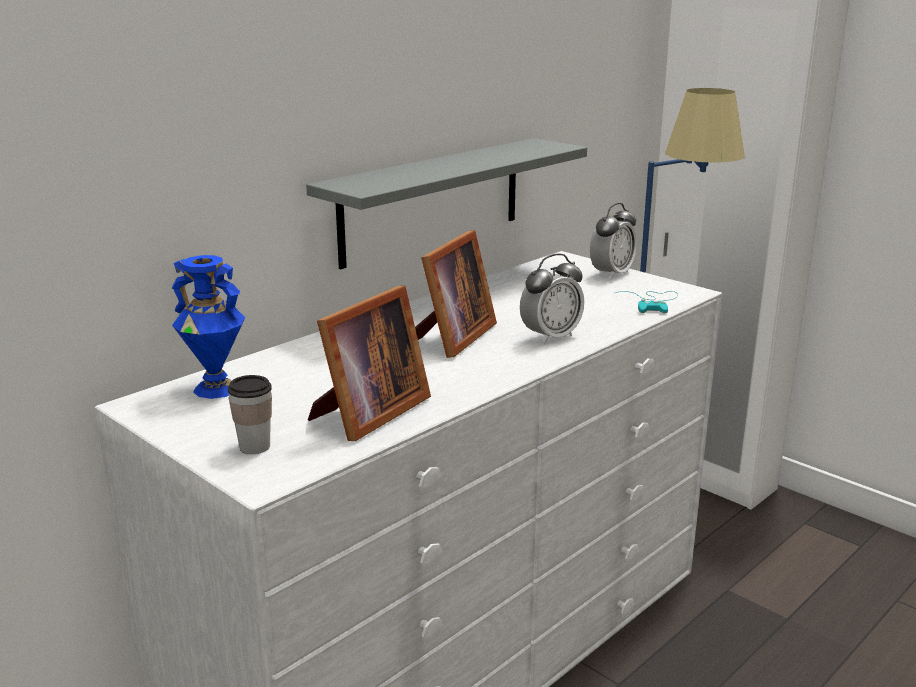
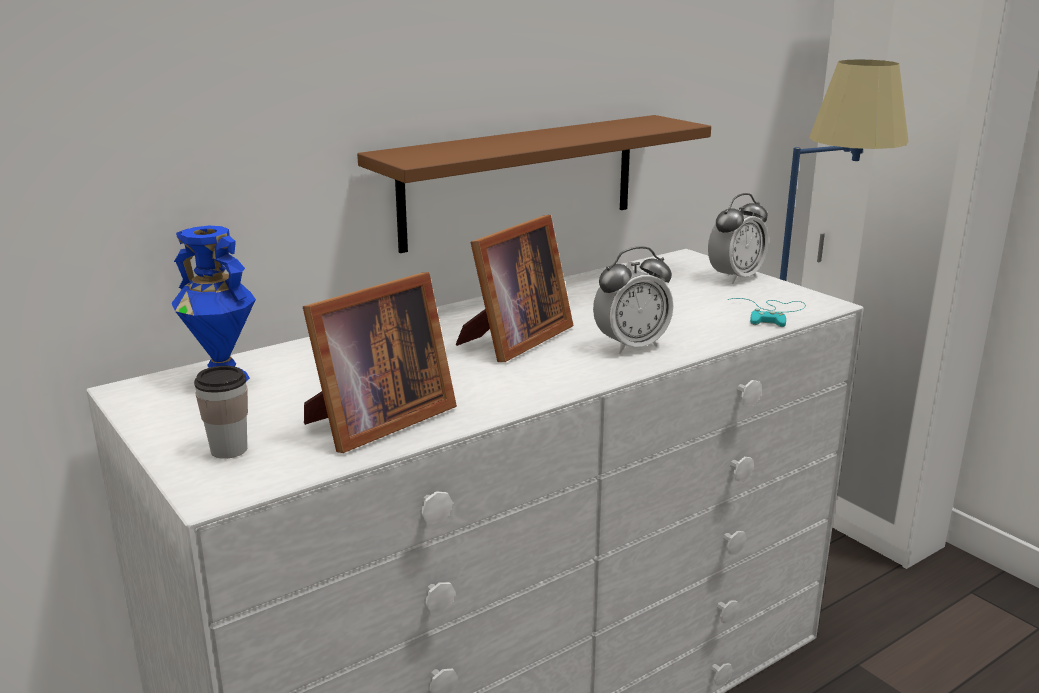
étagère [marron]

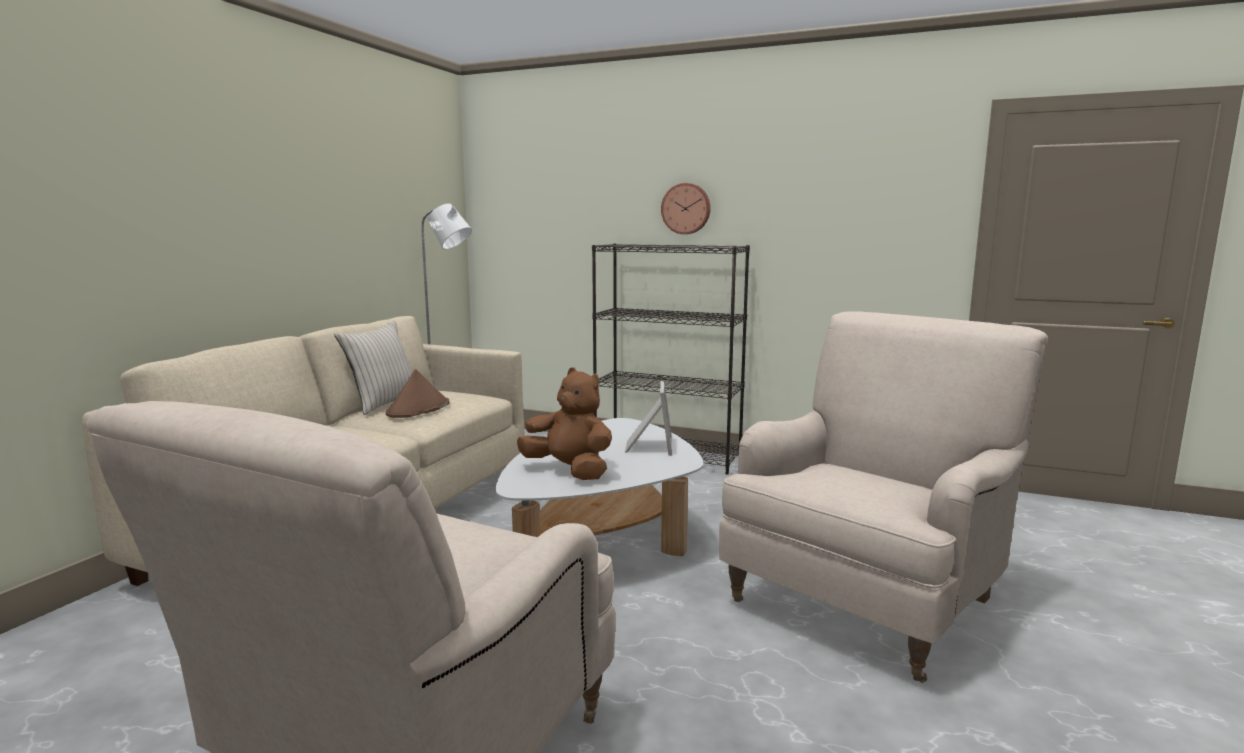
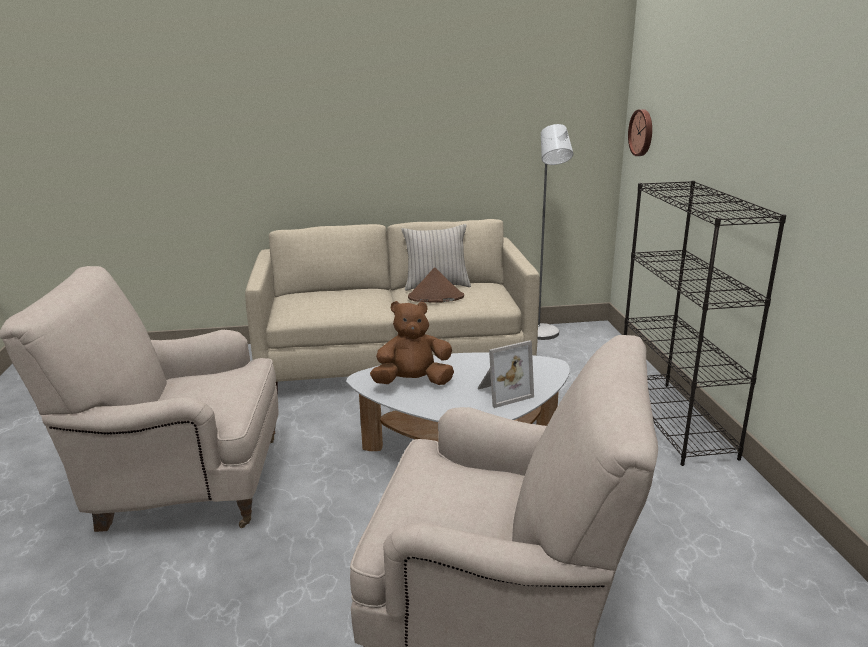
horloge murale; peluche [marron]

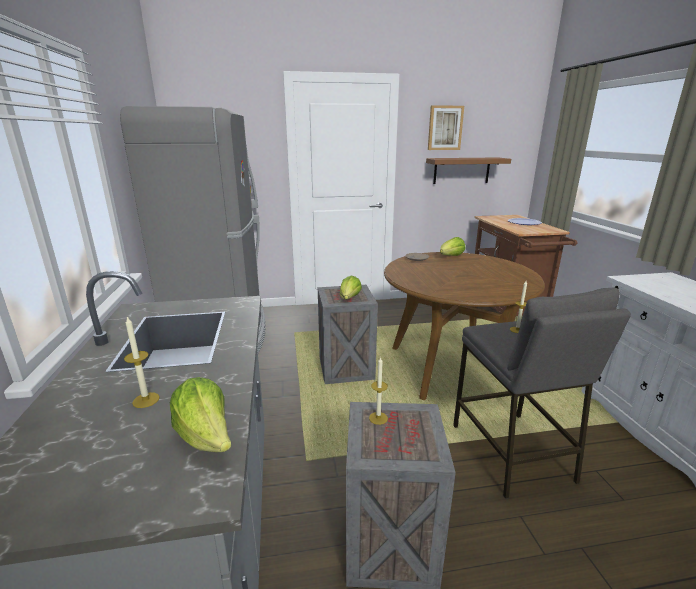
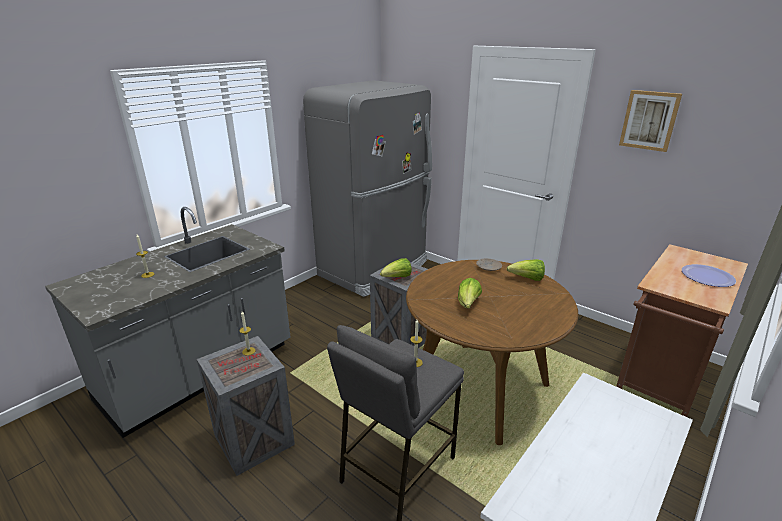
étagère [marron]; laitue (2nd from left)

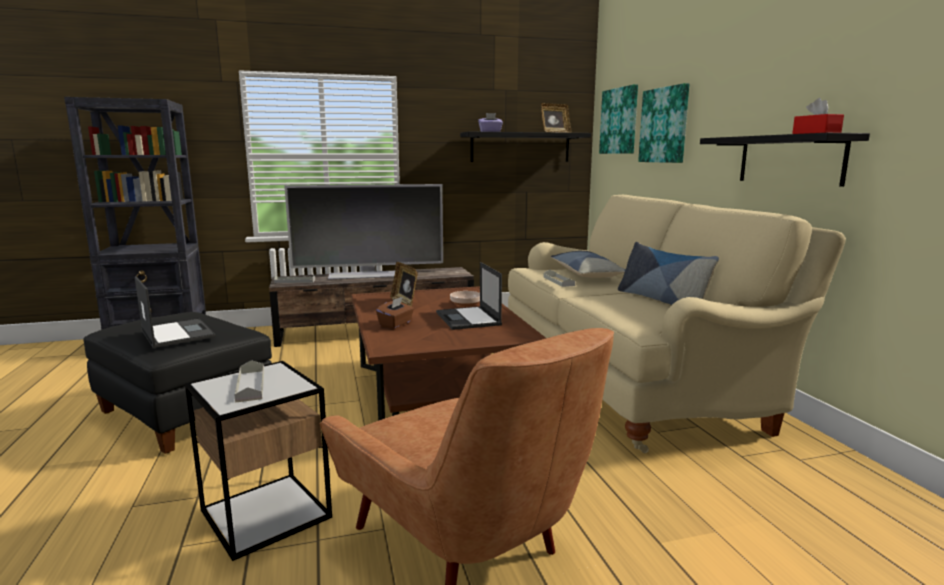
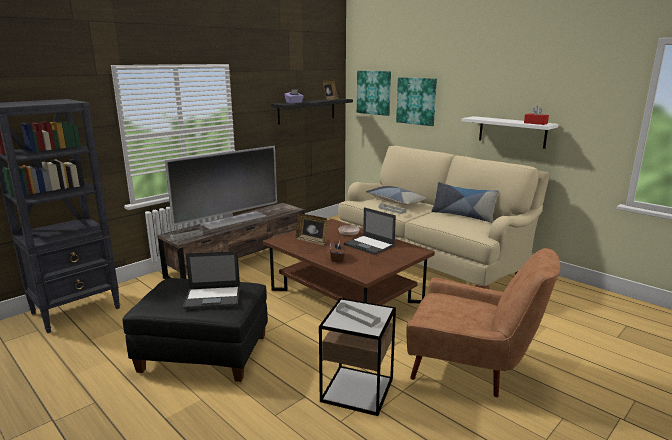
étagère [blanc]; ordinateur portable (1st from left)

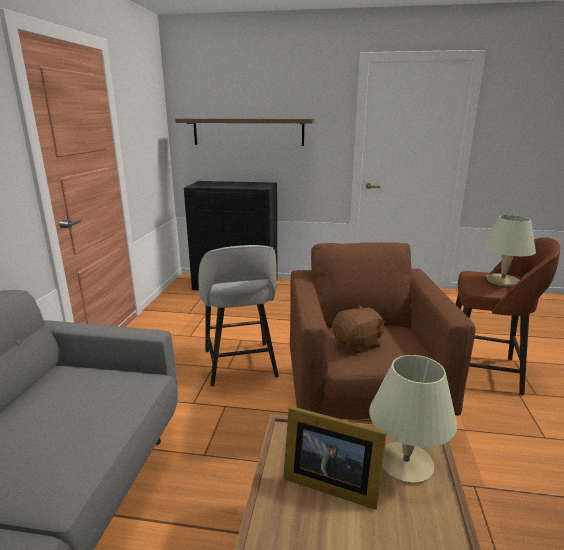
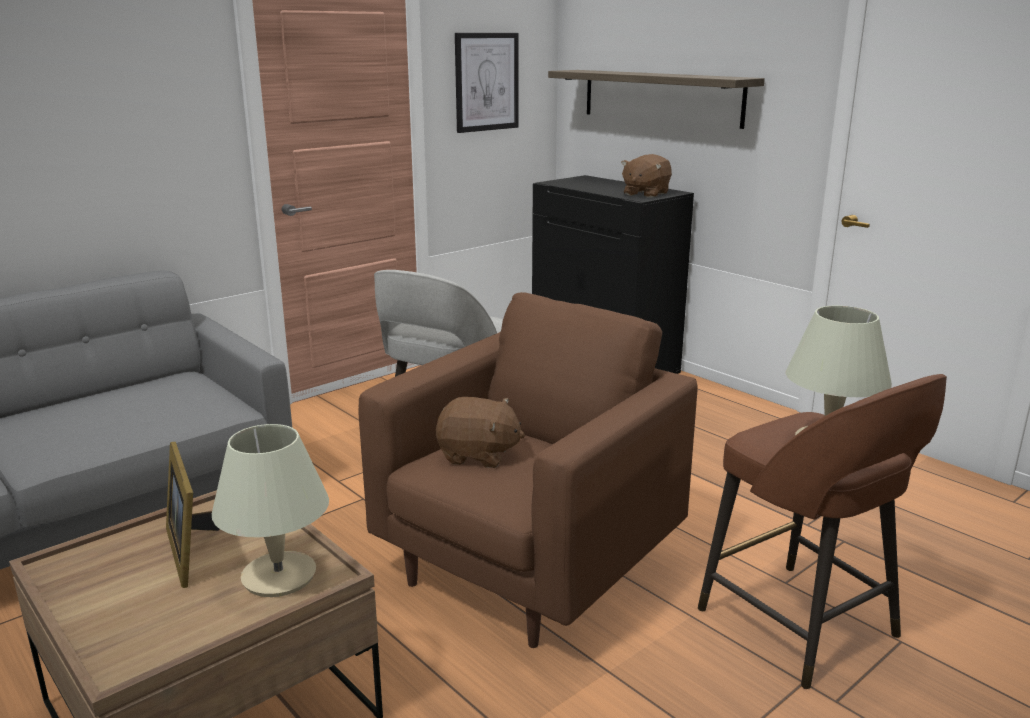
tableau; peluche [marron] (2nd from left)

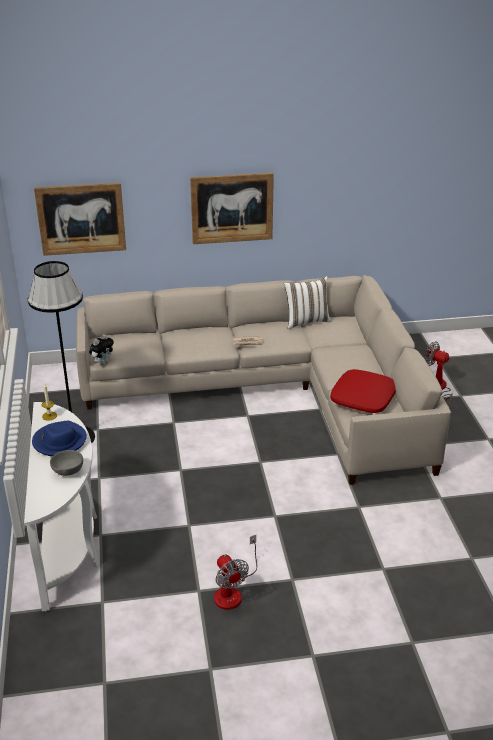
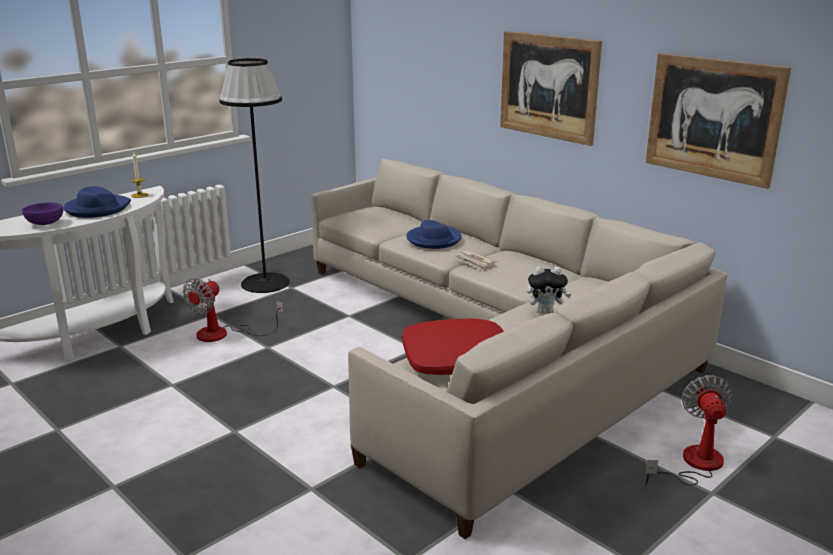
tableau (2nd from left); coussin [blanc]; peluche; bol [violet]; ventilateur (1st from left); chapeau [bleu] (2nd from left)

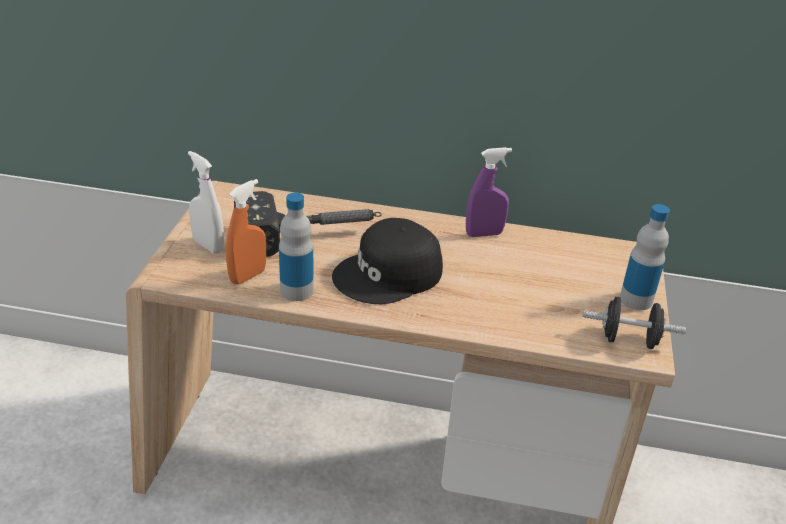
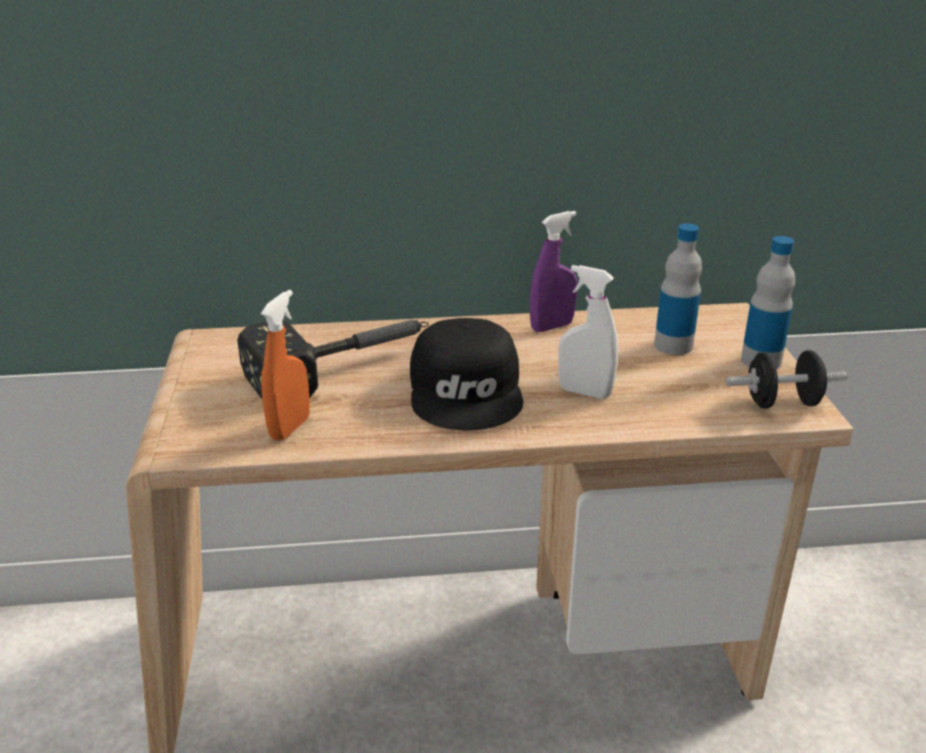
vaporisateur [blanc]; bouteille (1st from left); casquette [noir]

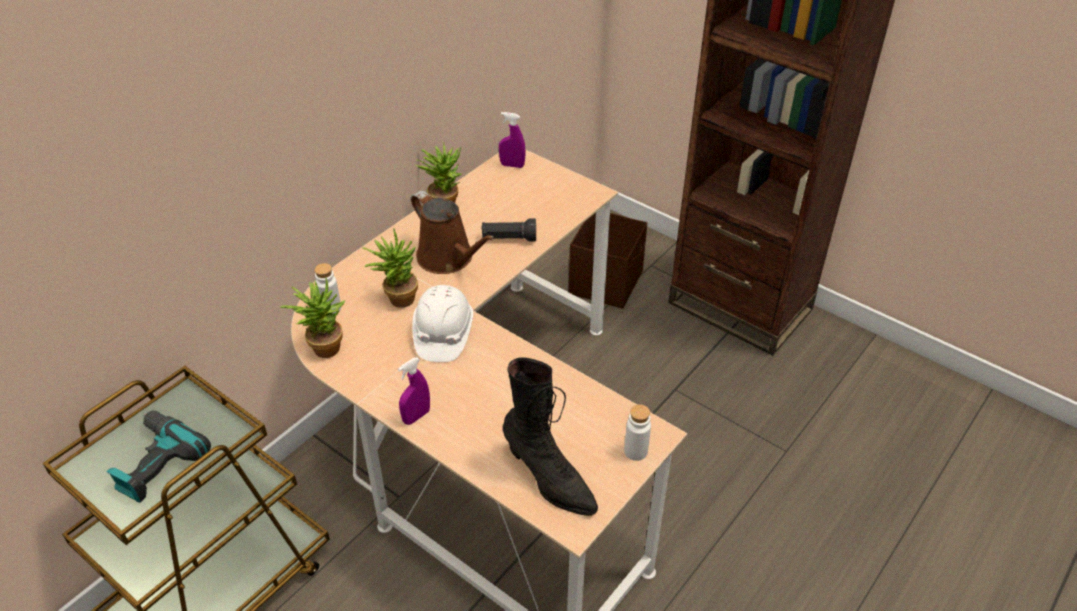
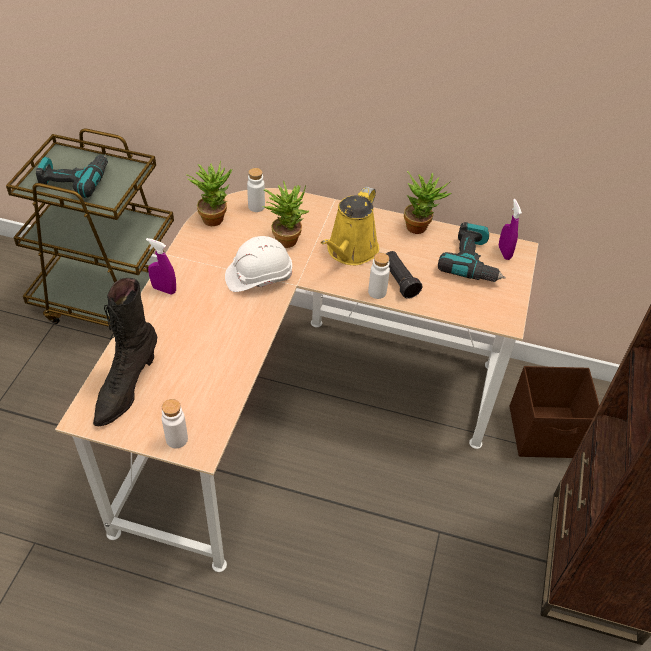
arrosoir [jaune]; perceuse (2nd from left); bouteille [blanc] (3rd from left)

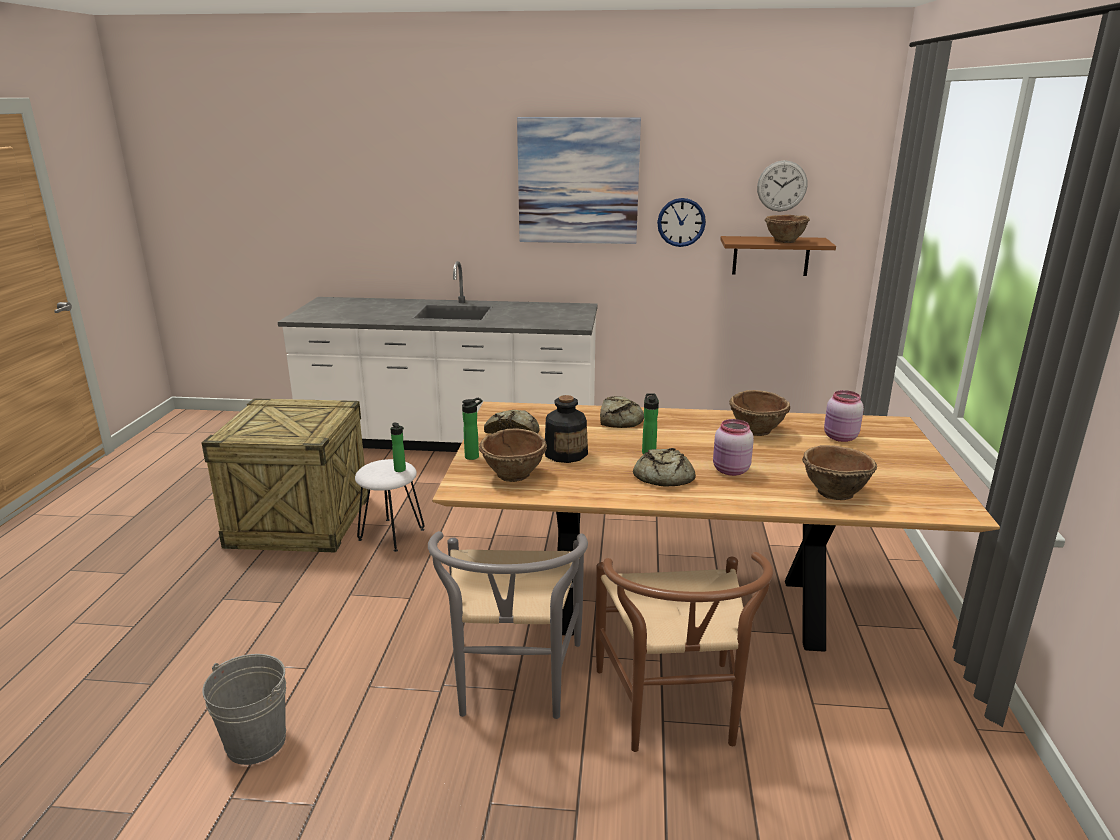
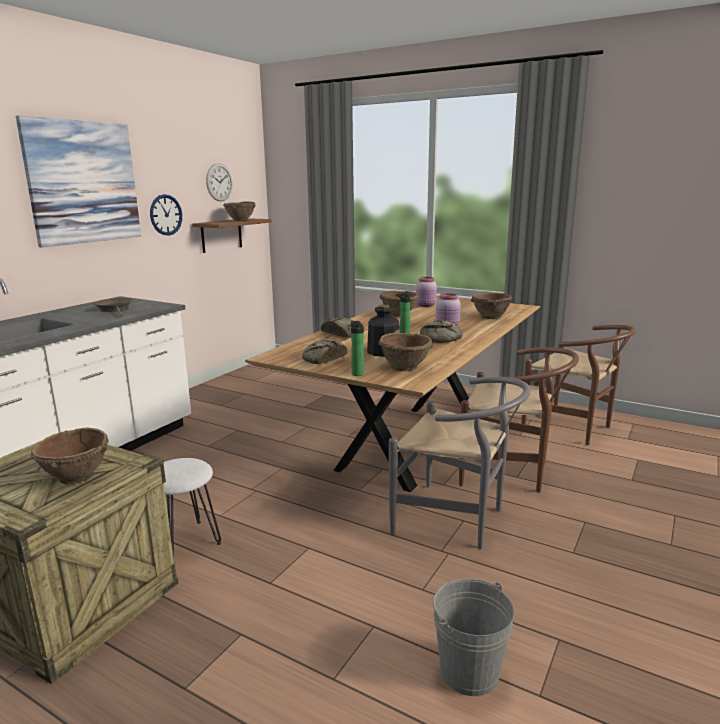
bouteille (1st from left in the first image); poêle [marron]; chaise [marron] (2nd from left); bol [marron] (1st from left)

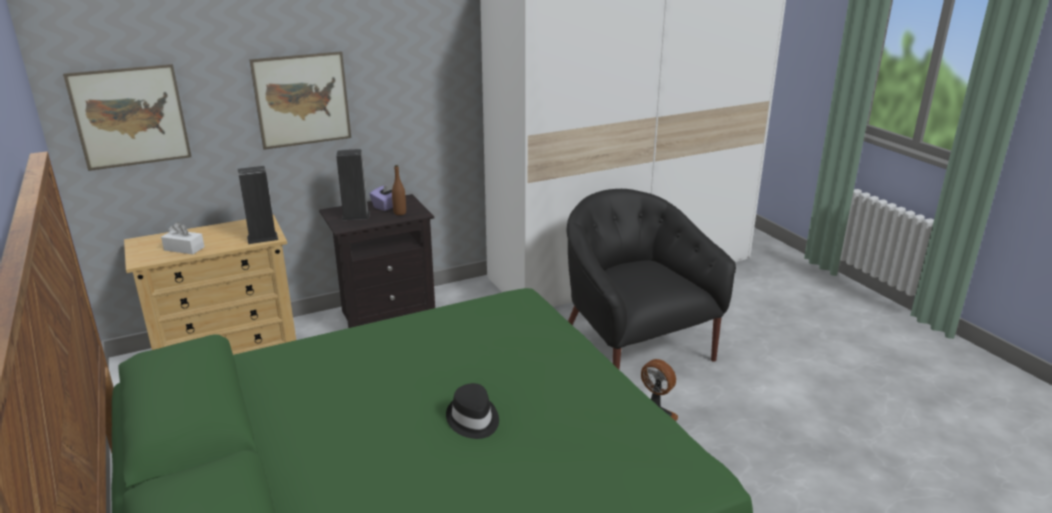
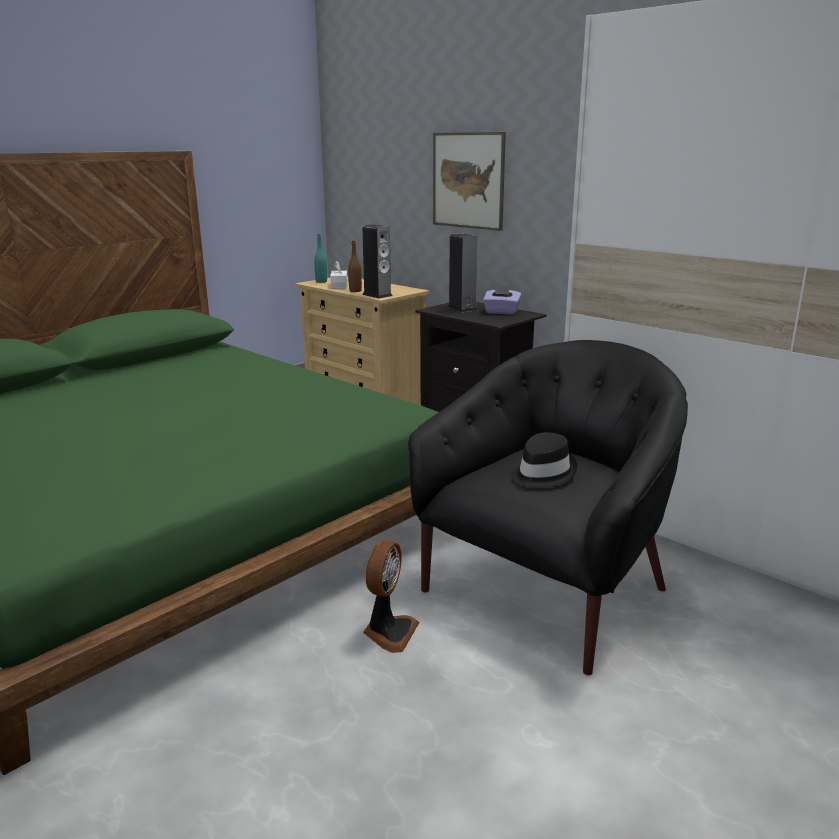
tableau (1st from left in the first image); bouteille [marron]; chapeau [noir]; bouteille [turquoise]

